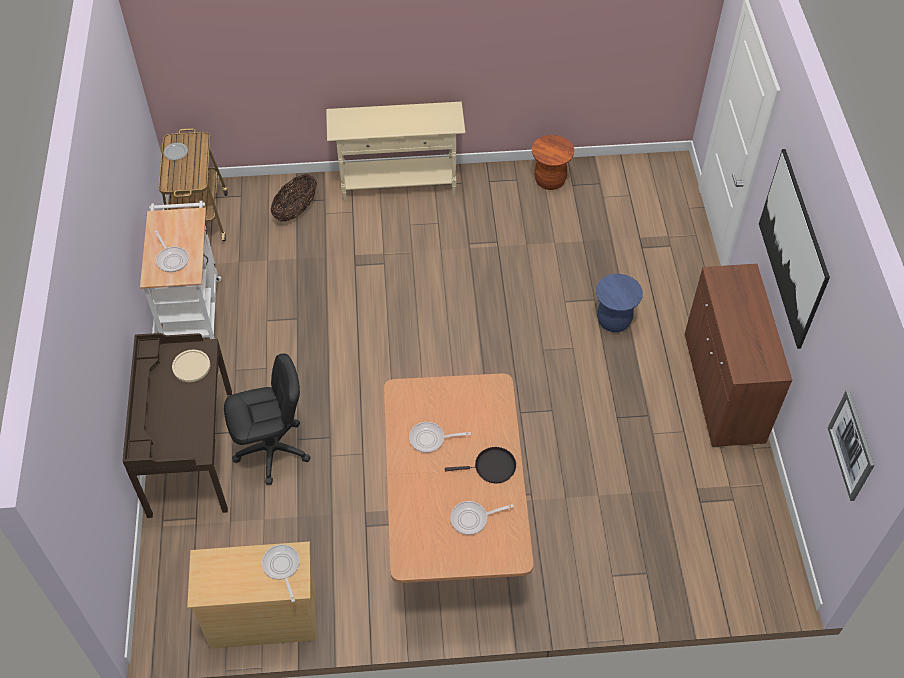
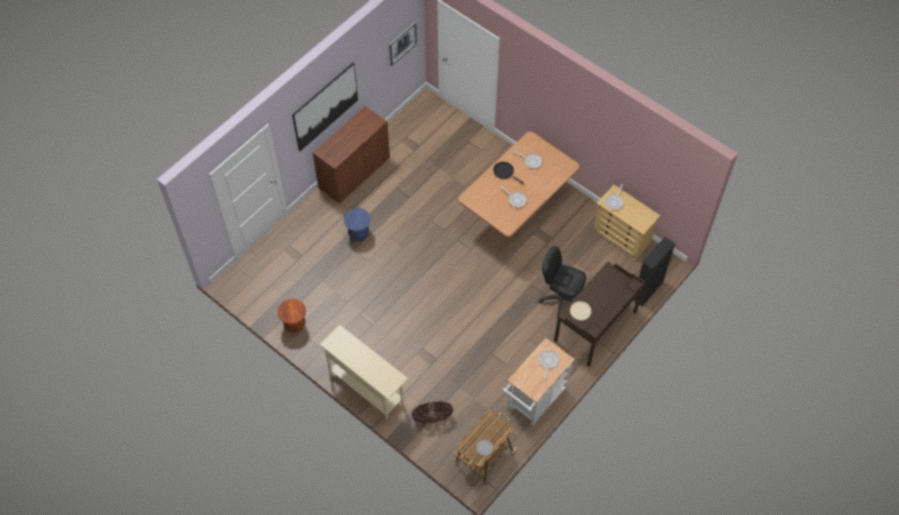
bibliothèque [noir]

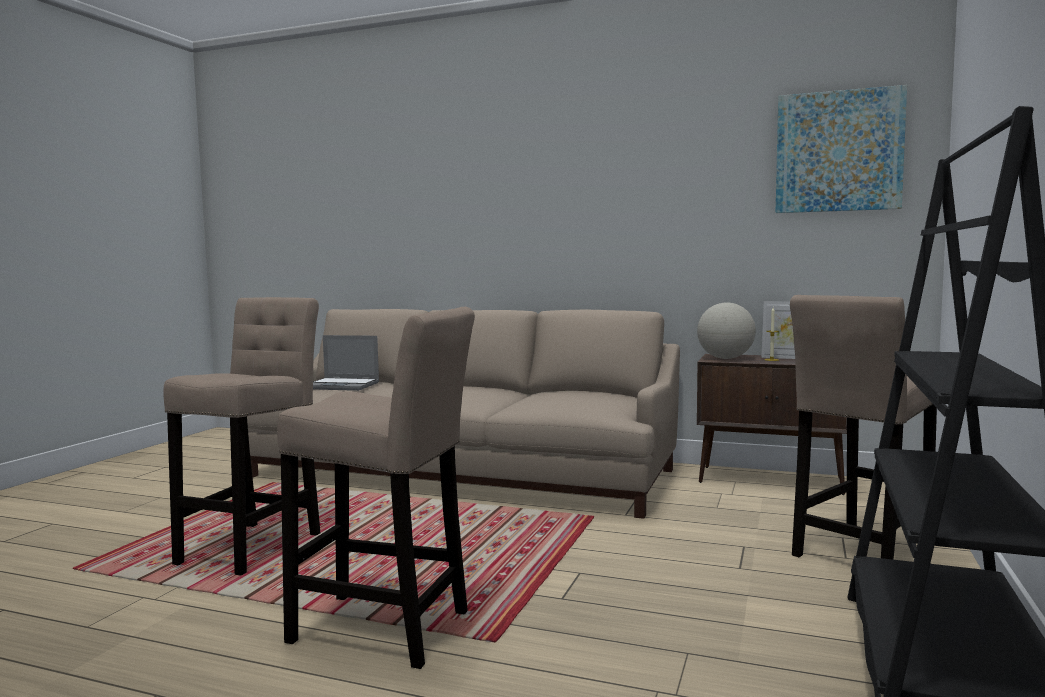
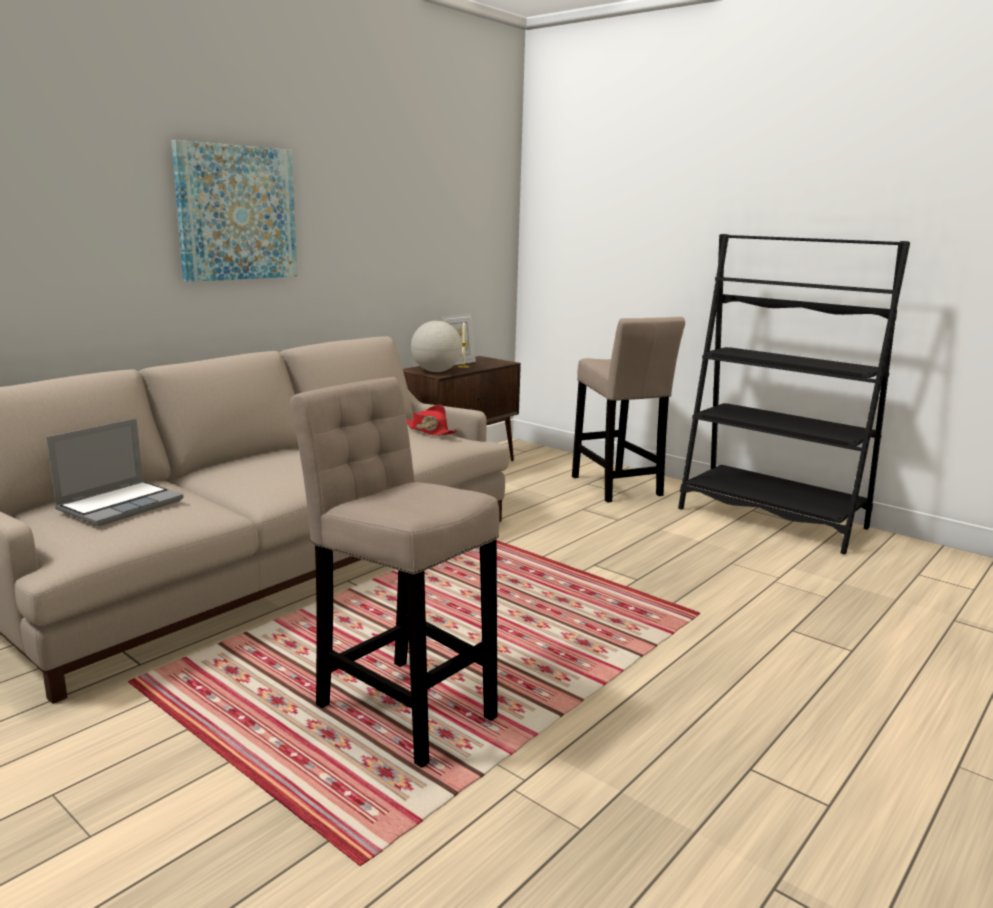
tableau; tabouret [beige] (2nd from left in the first image); chapeau [rouge]

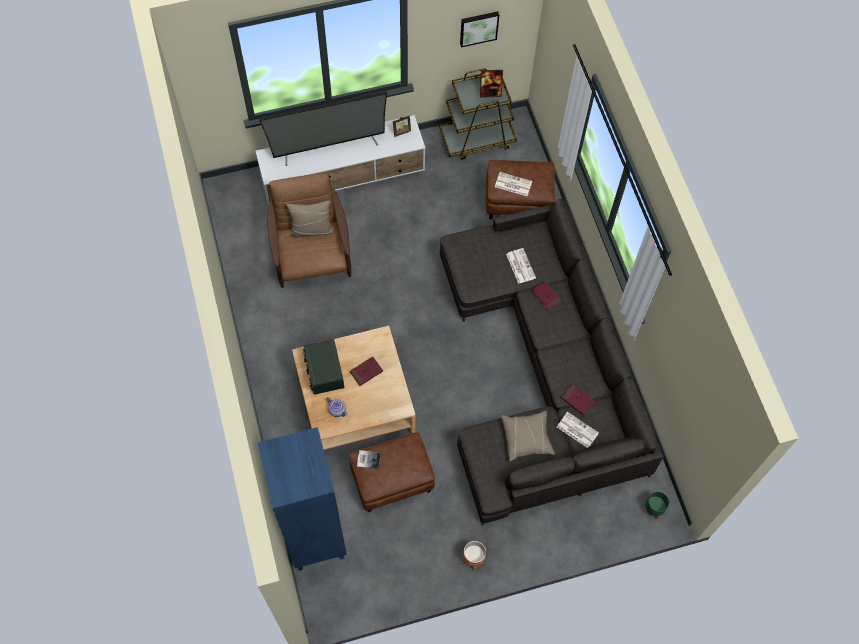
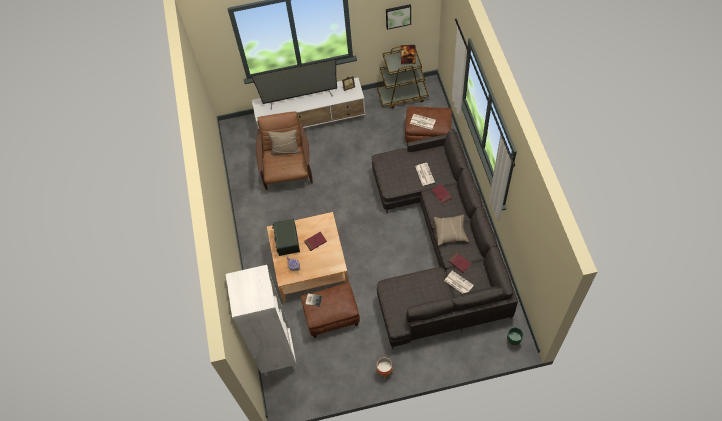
coussin [beige] (2nd from left); bibliothèque [blanc]

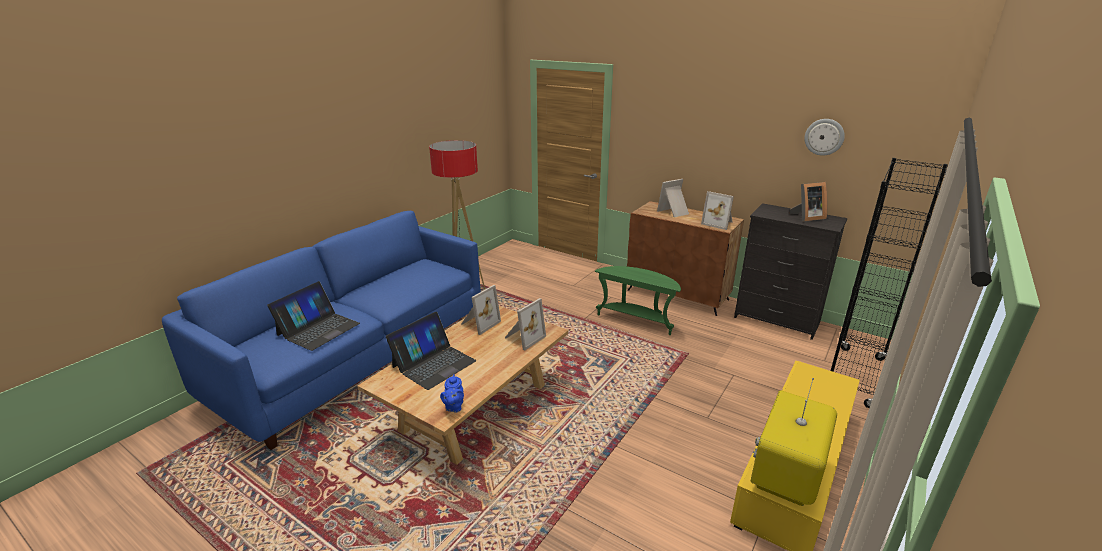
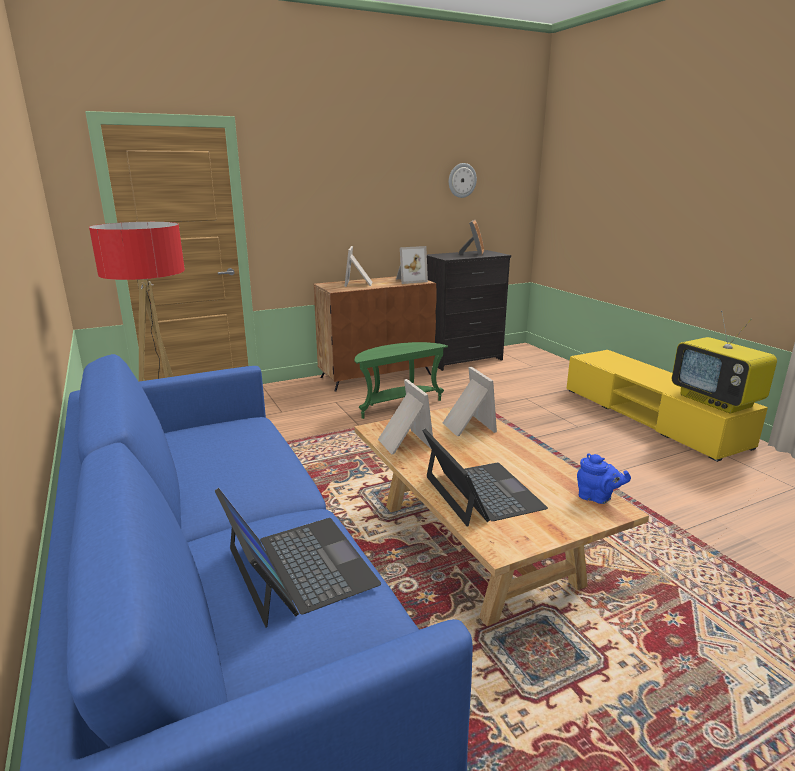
bibliothèque [noir]

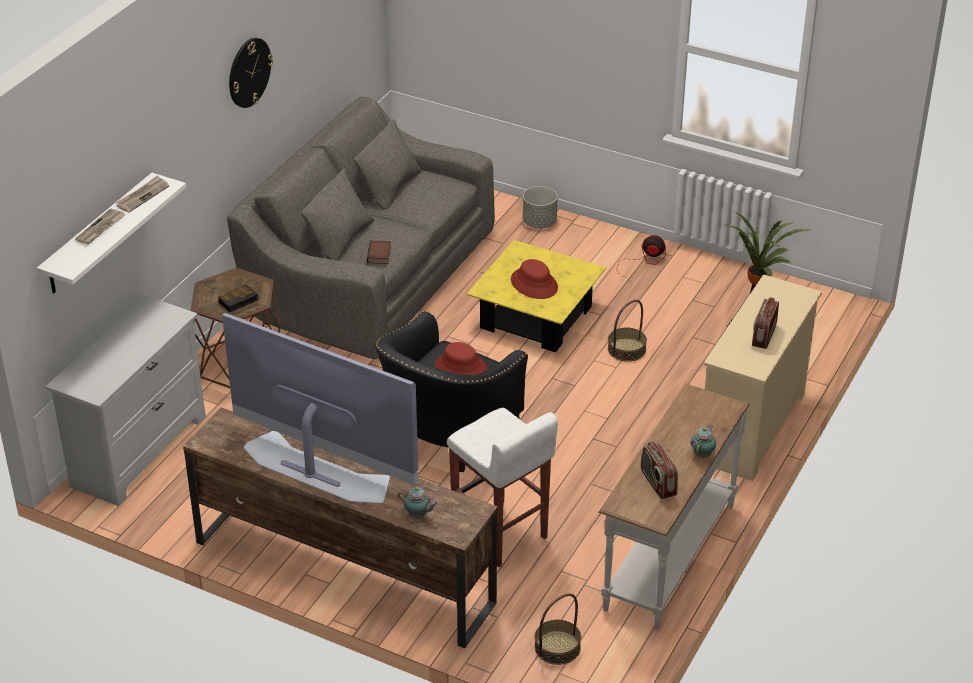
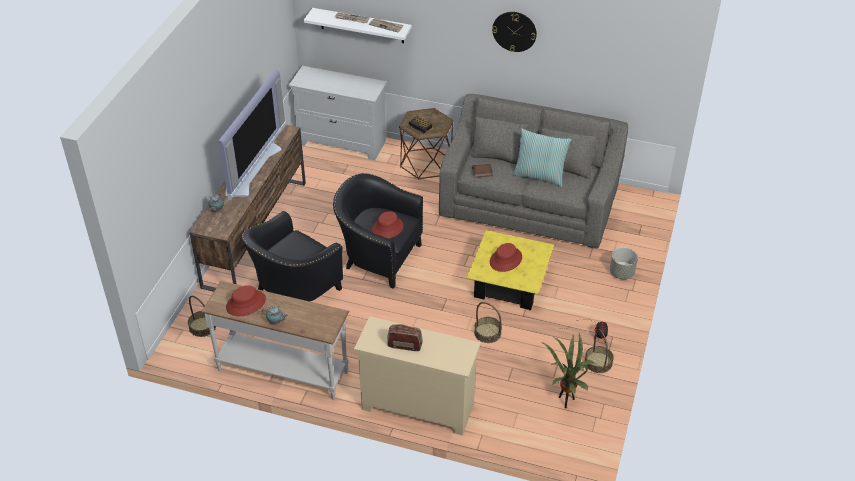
fauteuil [noir] (1st from left); chapeau [rouge] (1st from left); coussin; panier (3rd from left)

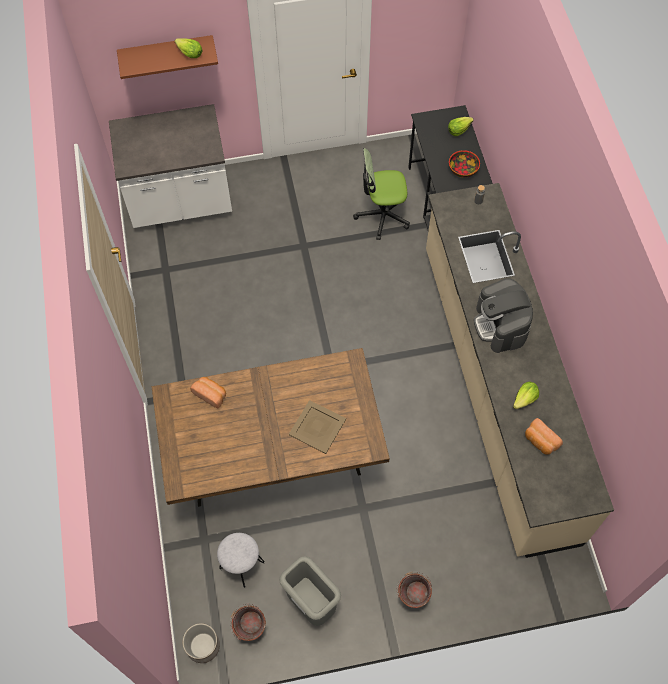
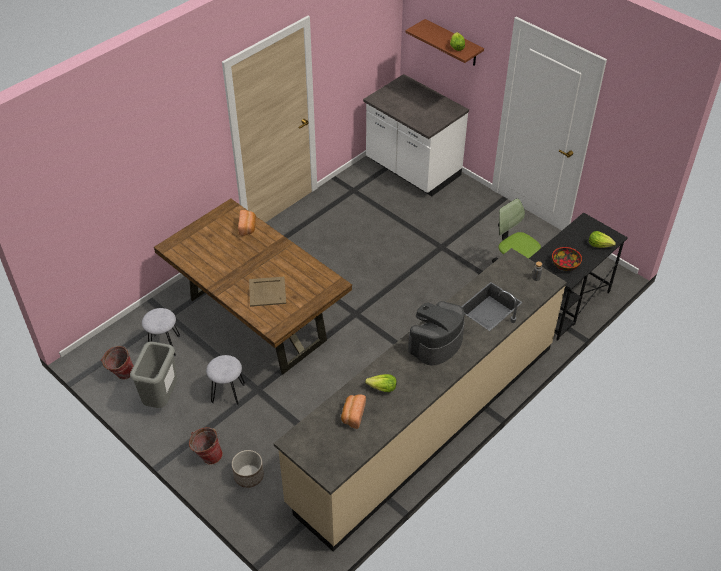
cache-pot; tabouret [gris] (2nd from left)

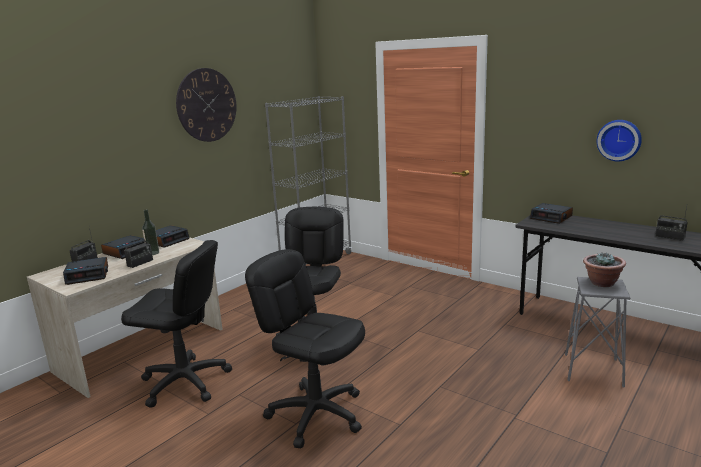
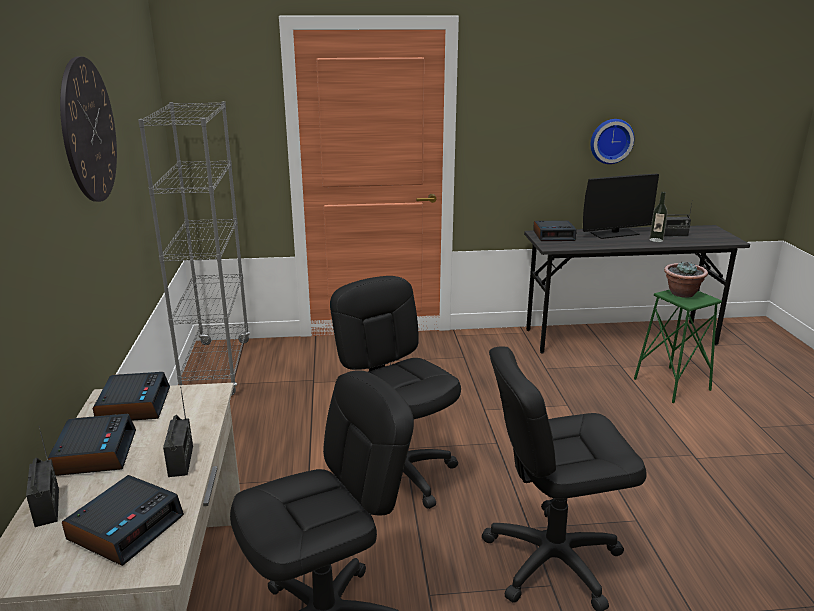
bouteille; tabouret [vert]; écran d'ordinateur

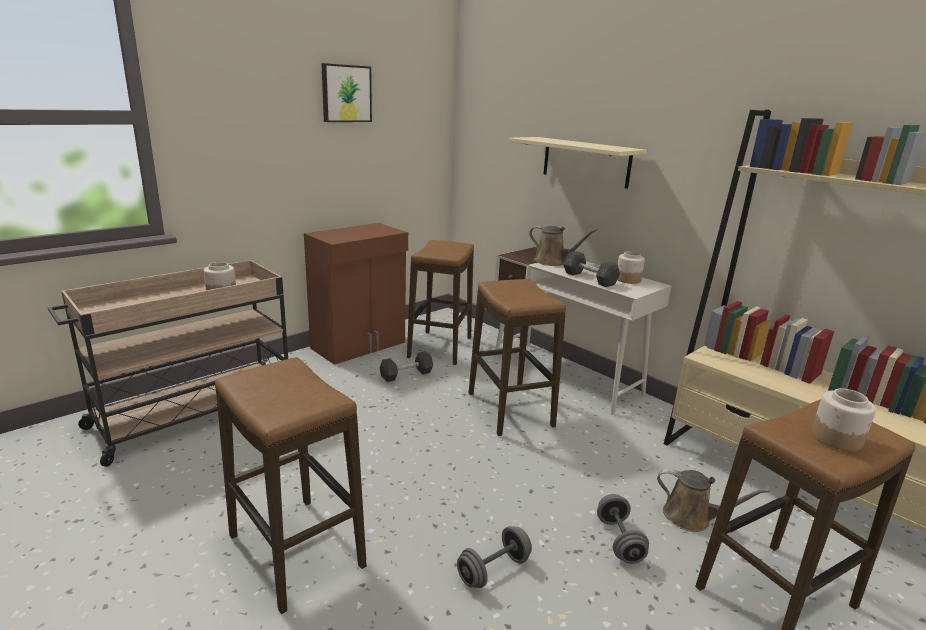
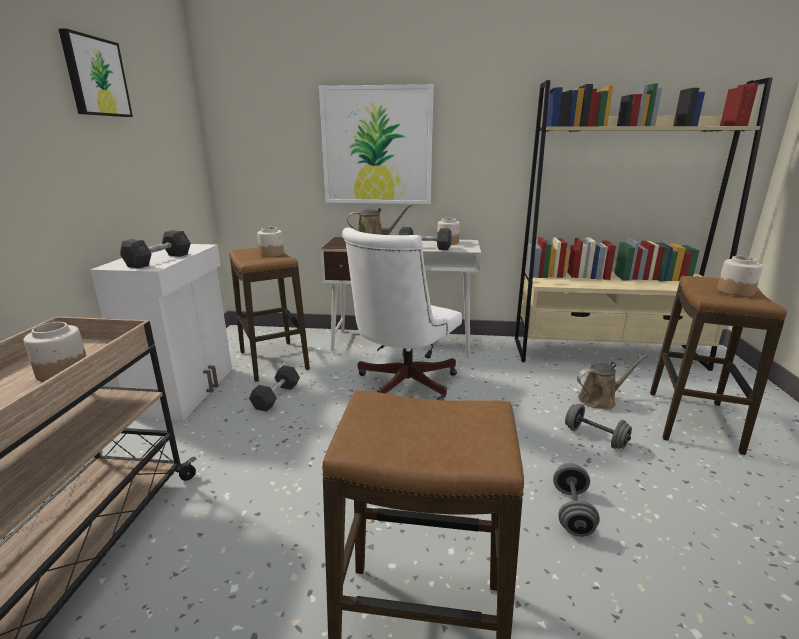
tableau (2nd from left); meuble de rangement [blanc]; chaise de bureau [blanc]; bocal (2nd from left); haltère [gris] (1st from left)

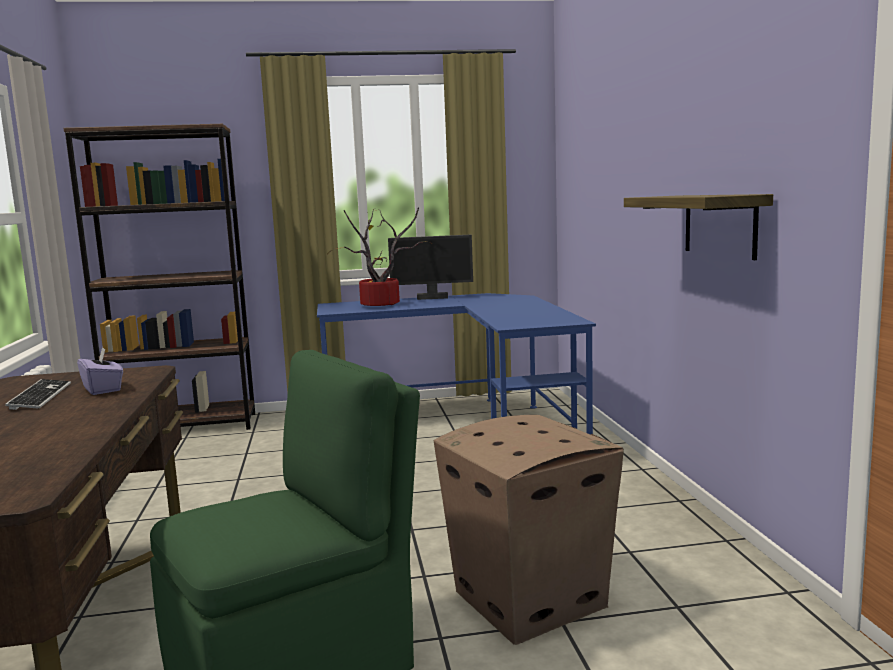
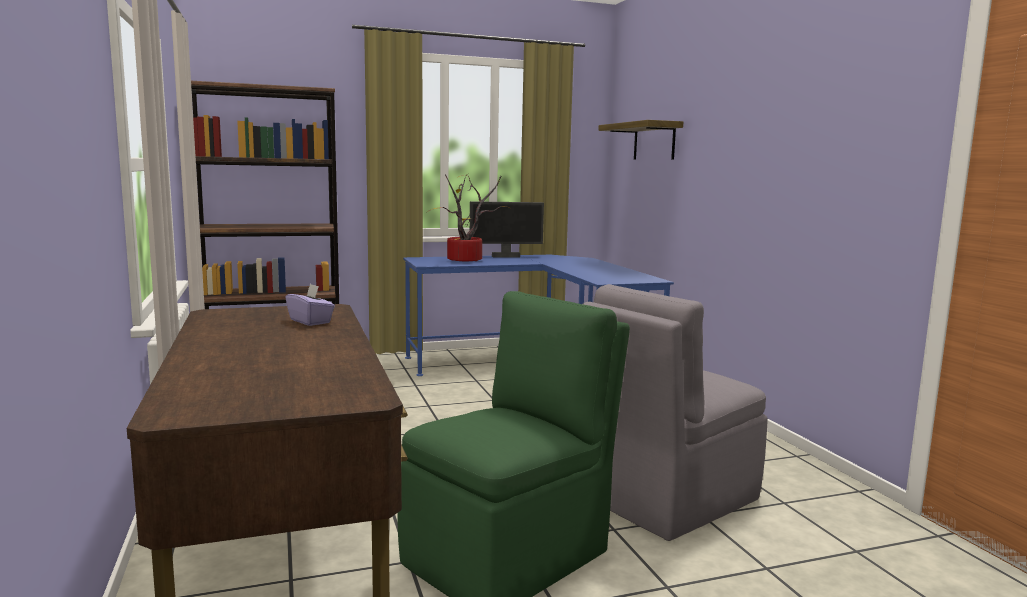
étagère; clavier; chaise [gris]

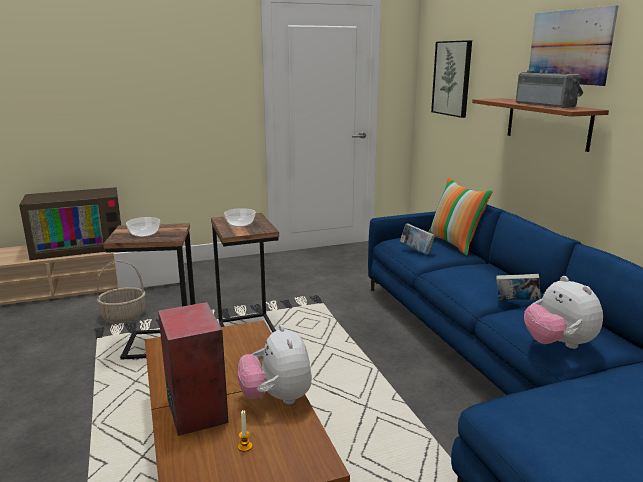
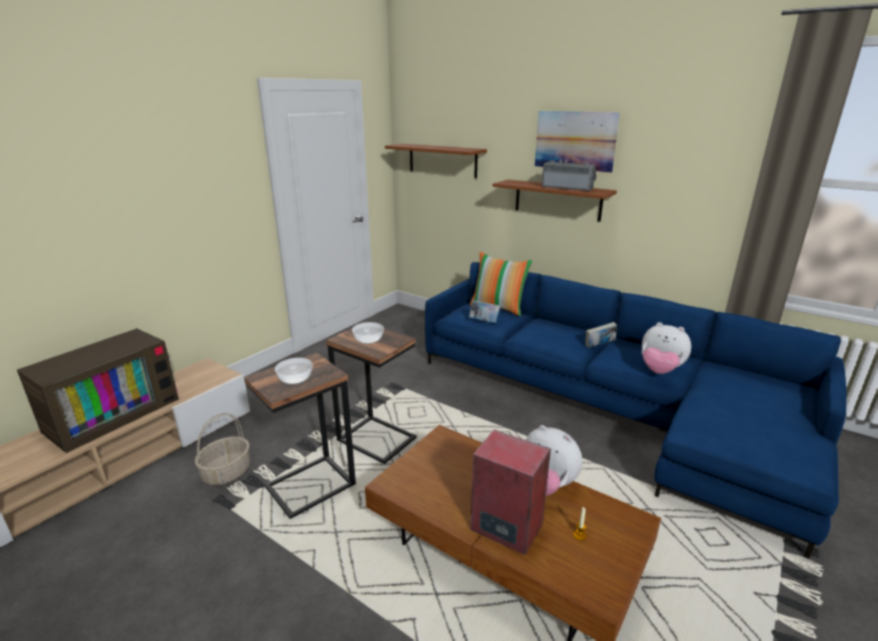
étagère [marron] (1st from left)

